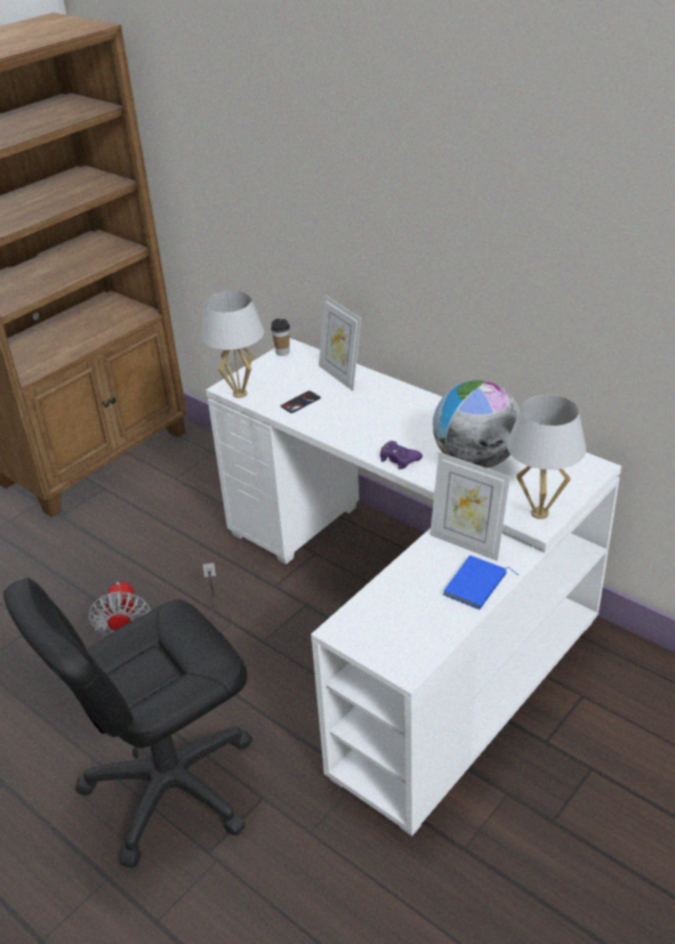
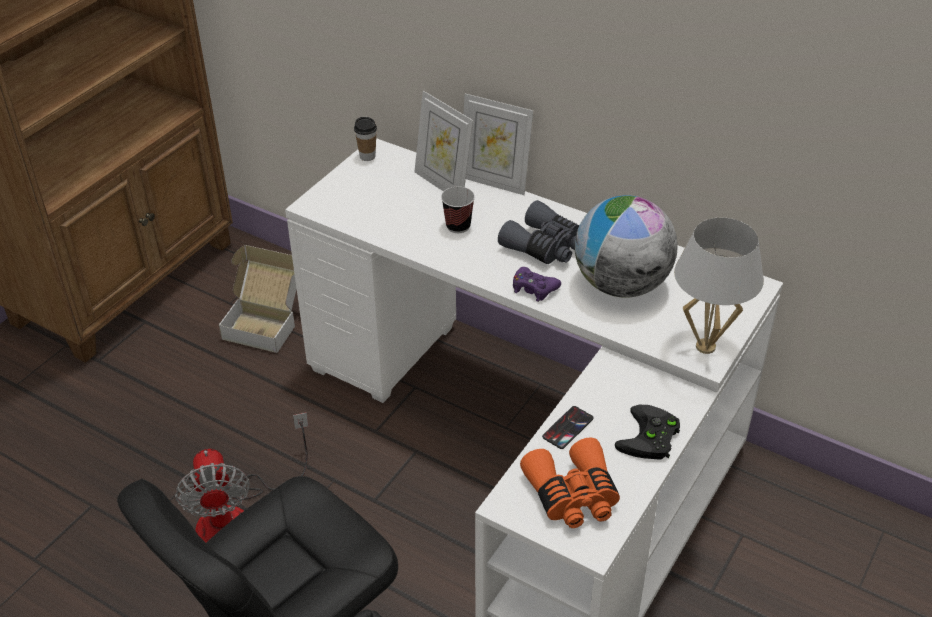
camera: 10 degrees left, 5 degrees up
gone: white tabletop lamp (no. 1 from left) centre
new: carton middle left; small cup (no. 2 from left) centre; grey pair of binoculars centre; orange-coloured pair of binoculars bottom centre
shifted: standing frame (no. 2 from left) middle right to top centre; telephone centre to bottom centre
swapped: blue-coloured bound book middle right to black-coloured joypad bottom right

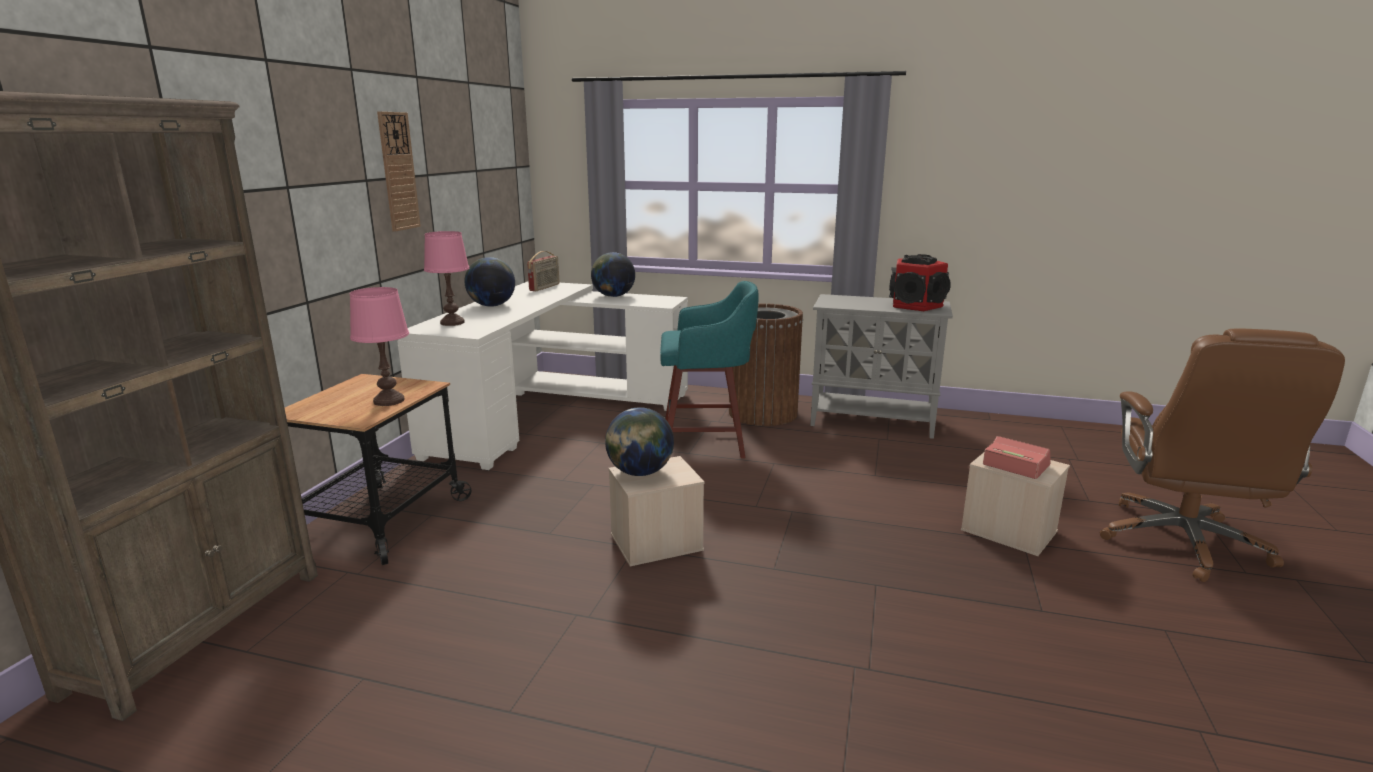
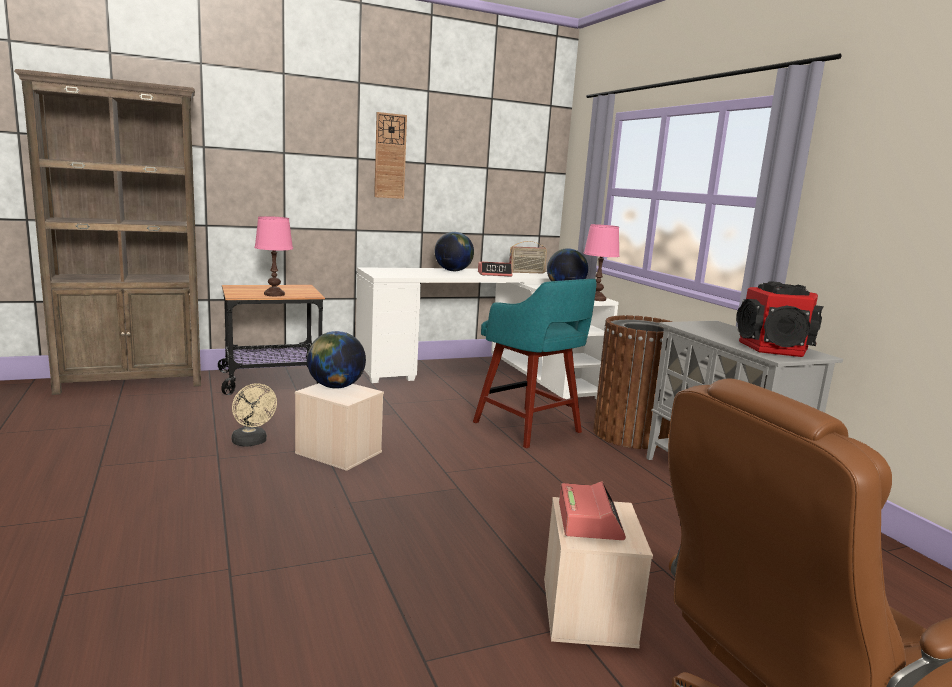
camera: 50 degrees right, 5 degrees down
new: beige-coloured electric fan middle left; table clock (no. 1 from left) centre
shifted: pink-coloured tabletop lamp (no. 2 from left) middle left to centre

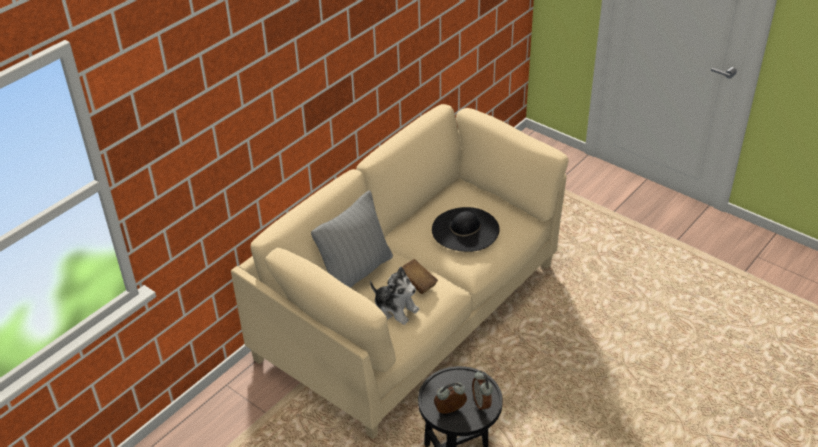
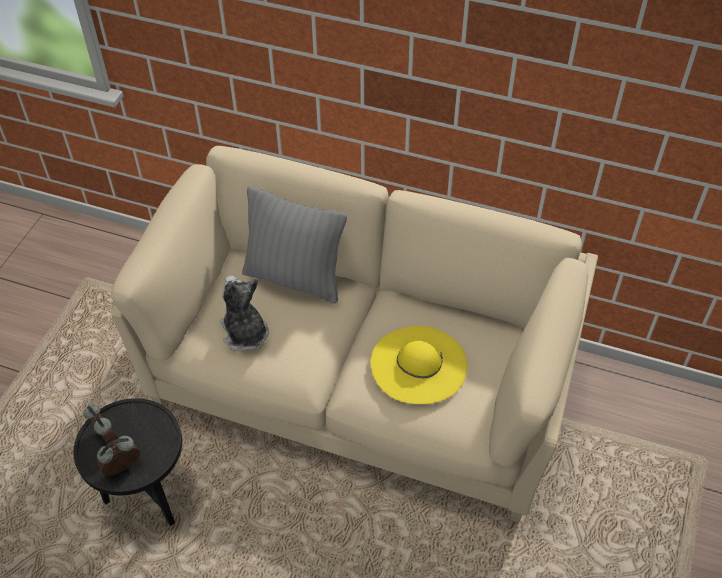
camera: 70 degrees right, 10 degrees up
gone: brown-coloured bound book centre
repainted: black-coloured wearable hat centre to yellow-coloured wearable hat centre
rotated: soft toy centre = centre 135 degrees clockwise

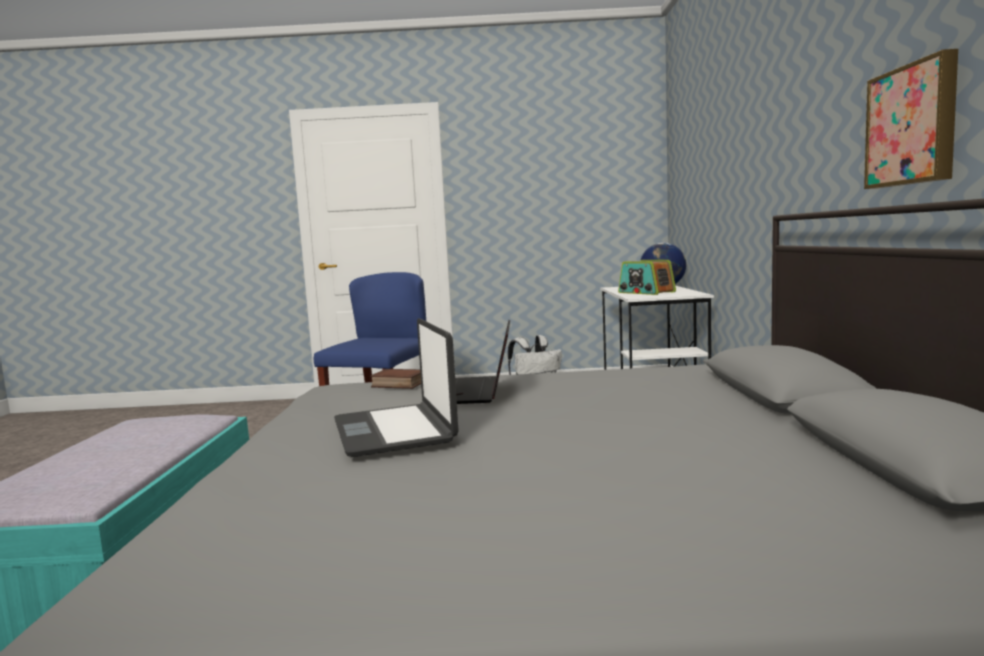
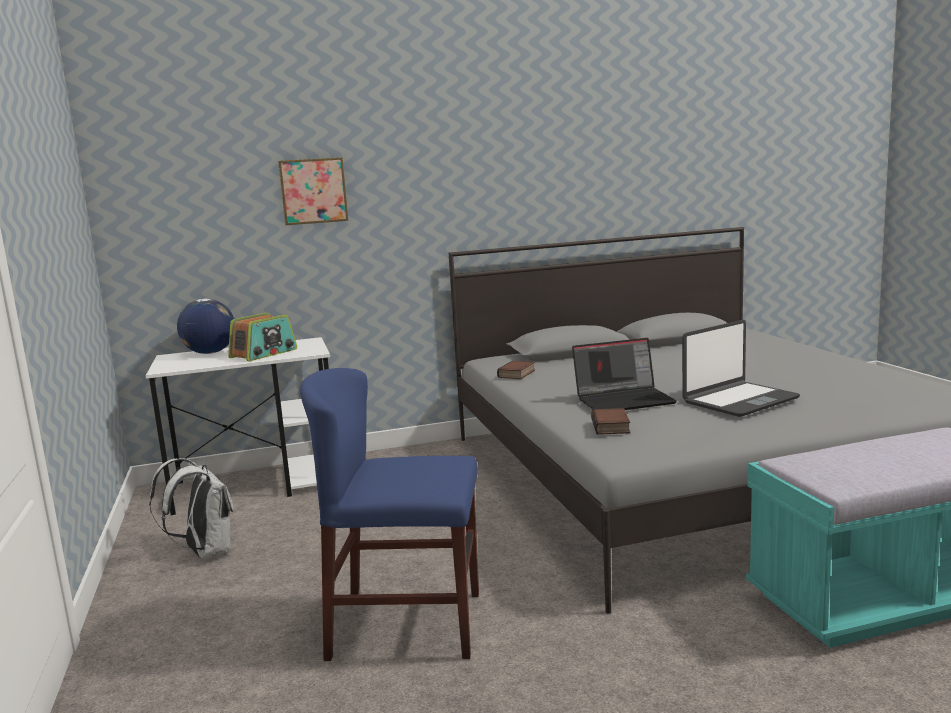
camera: 105 degrees left, 5 degrees up
new: bound book (no. 1 from left) centre
shifted: picture top right to top left

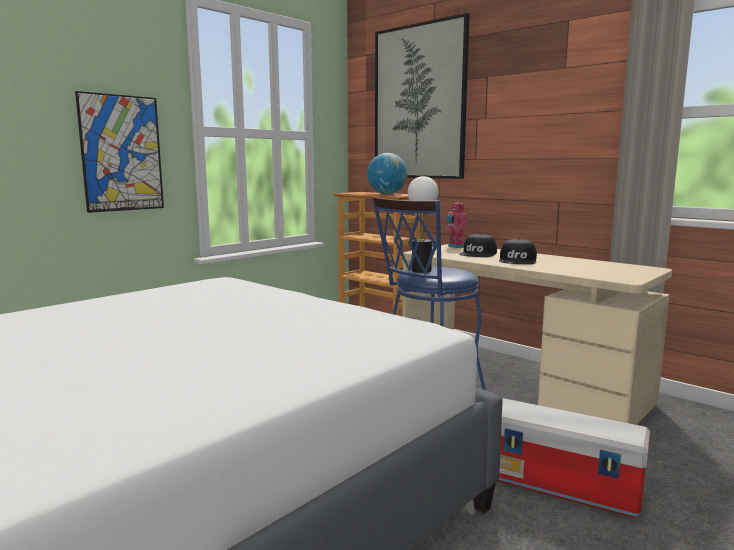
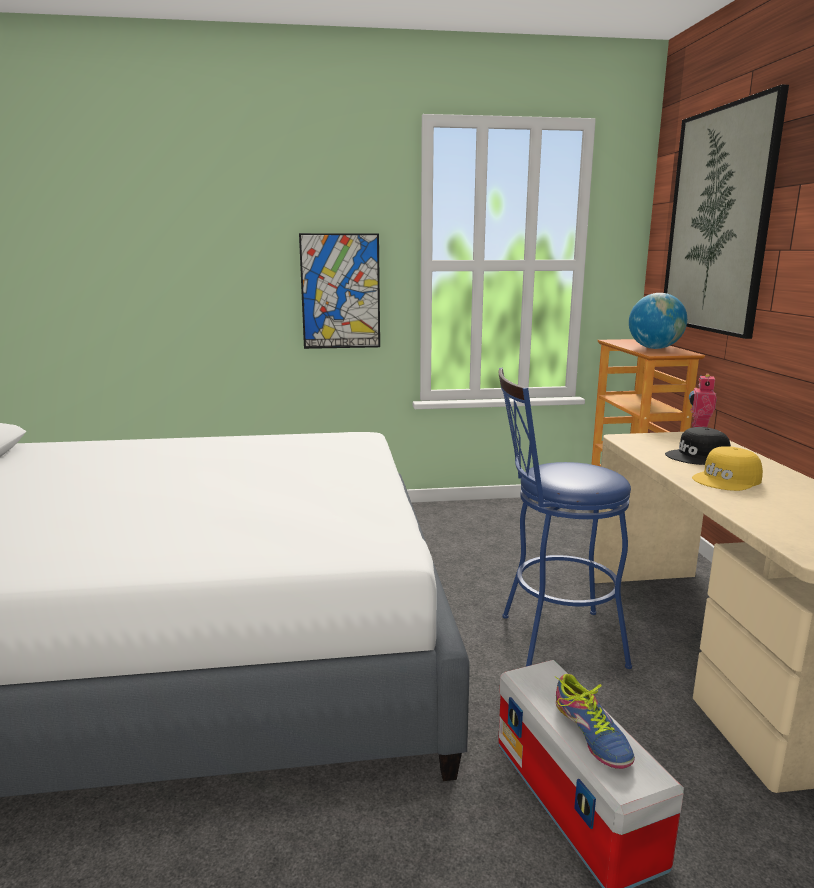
camera: 40 degrees right, 5 degrees up
gone: tabletop lamp centre
new: low shoe bottom right
repainted: black-coloured baseball cap (no. 2 from left) middle right to yellow-coloured baseball cap middle right

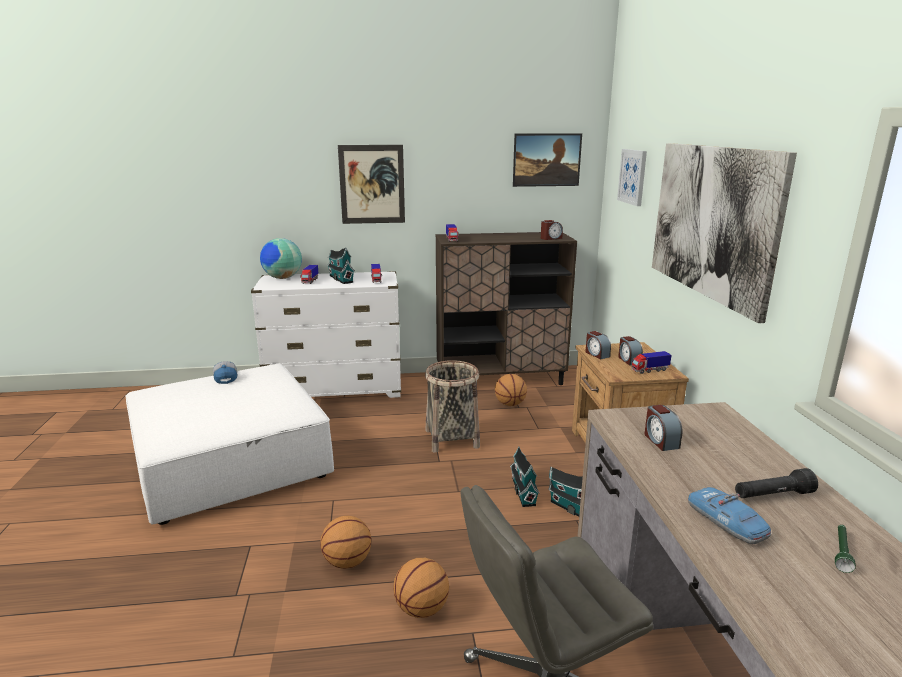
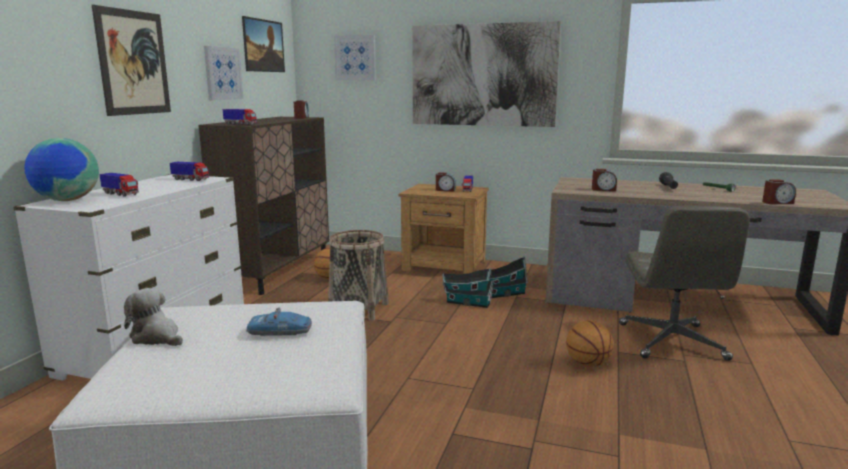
camera: 65 degrees left, 5 degrees down
gone: basketball ball (no. 1 from left) bottom centre; model house (no. 1 from left) centre
new: picture (no. 2 from left) top left
shifted: miniature car bottom right to bottom left; table clock (no. 2 from left in the first image) centre to table clock (no. 4 from left) middle right
swapped: baseball cap middle left to soft toy bottom left

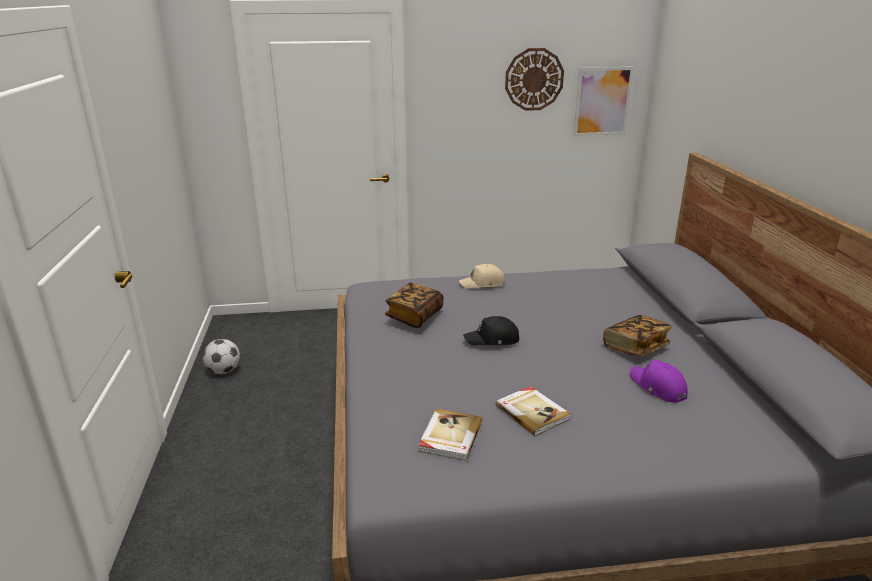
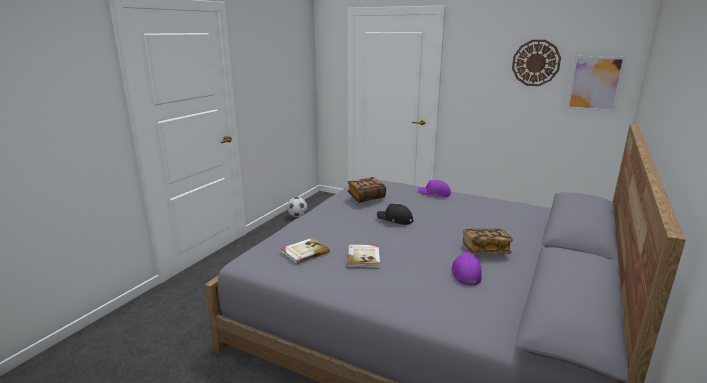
camera: 35 degrees right, 5 degrees down
repainted: beige-coloured baseball cap centre to purple baseball cap (no. 1 from left) centre

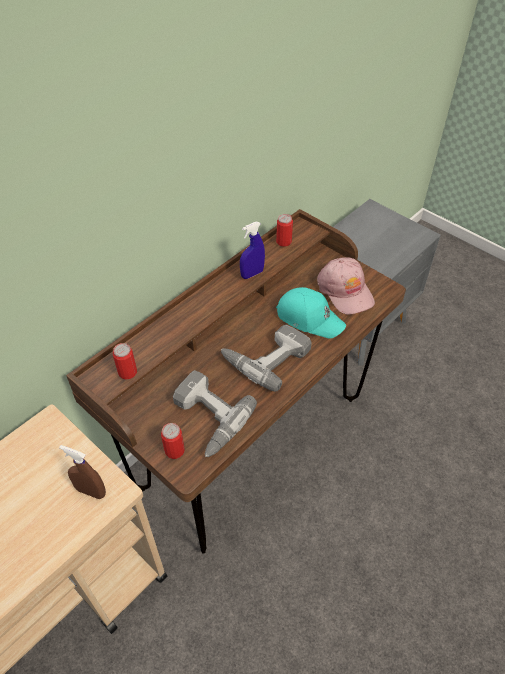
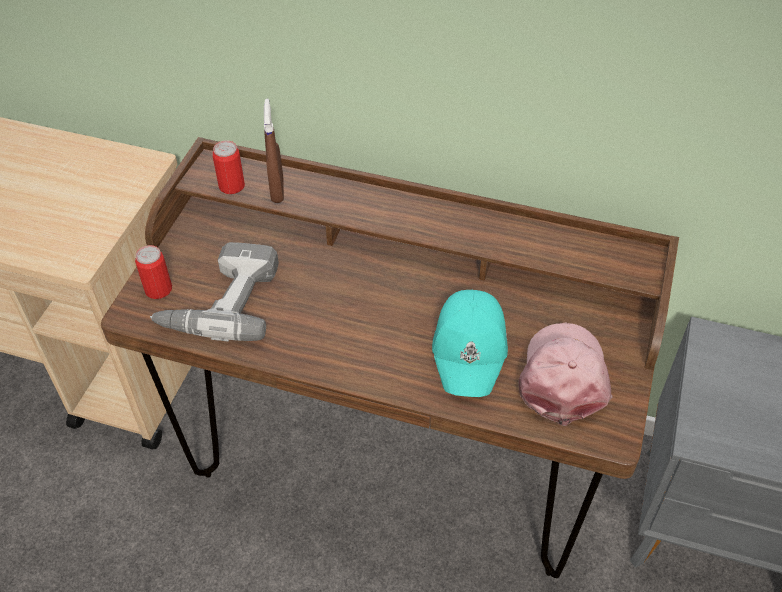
camera: 65 degrees right, 0 degrees up
gone: electric drill (no. 2 from left) centre; blue-coloured hand sprayer centre; can (no. 3 from left) centre
shifted: brown-coloured hand sprayer bottom left to top centre
rotated: pink-coloured baseball cap middle right = middle right 150 degrees clockwise

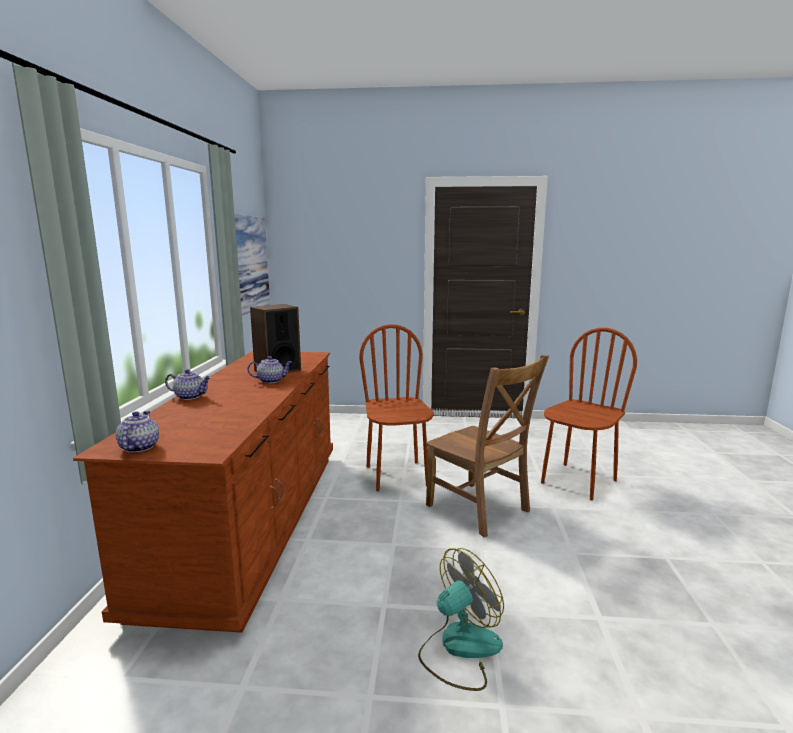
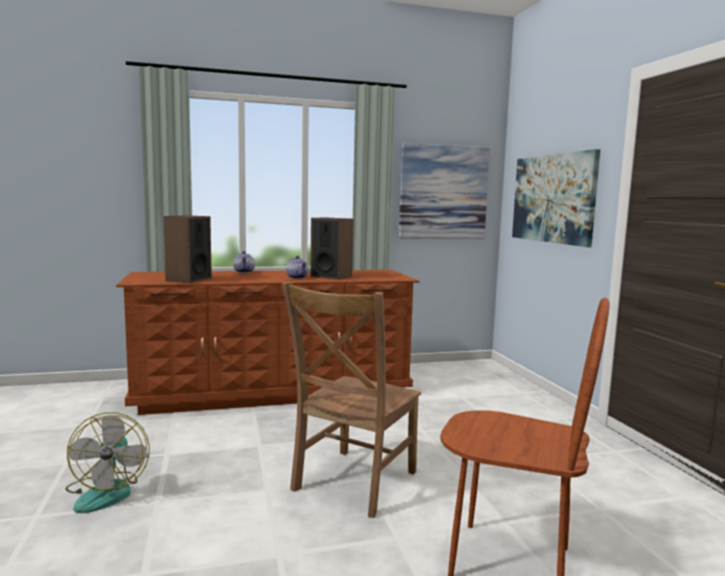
camera: 70 degrees right, 5 degrees down
gone: tea pot (no. 1 from left) middle left; brown-coloured chair (no. 1 from left) centre
new: speaker (no. 1 from left) middle left; picture (no. 2 from left) middle right
rotated: electric fan bottom centre = bottom left 45 degrees clockwise

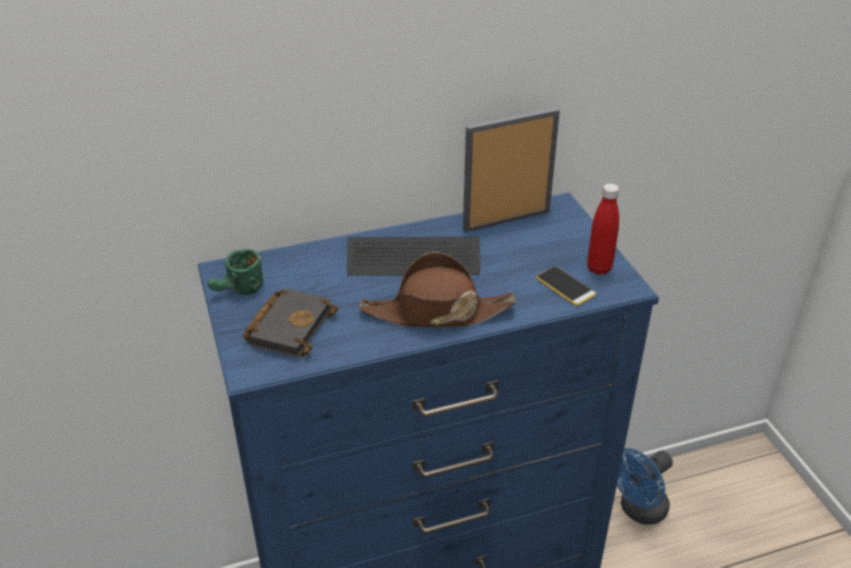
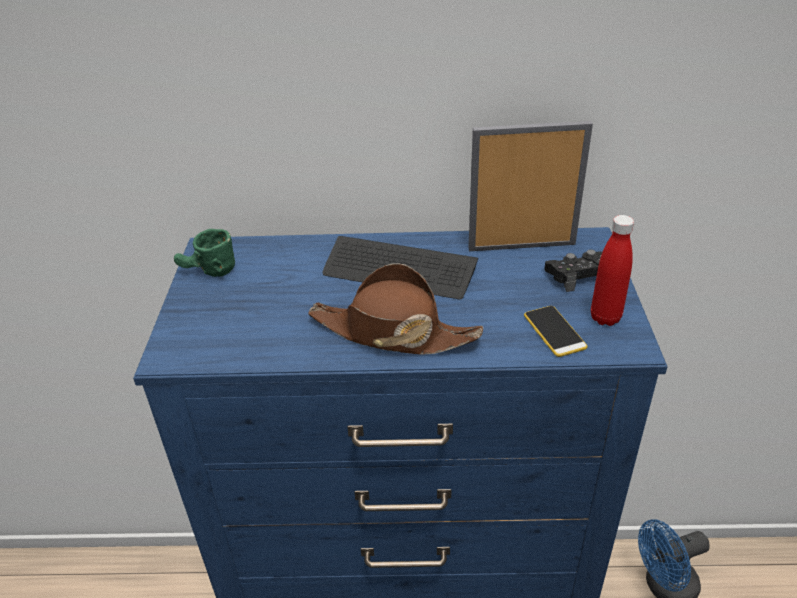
camera: 20 degrees right, 0 degrees up
gone: black-coloured bound book centre
new: black-coloured joypad middle right

